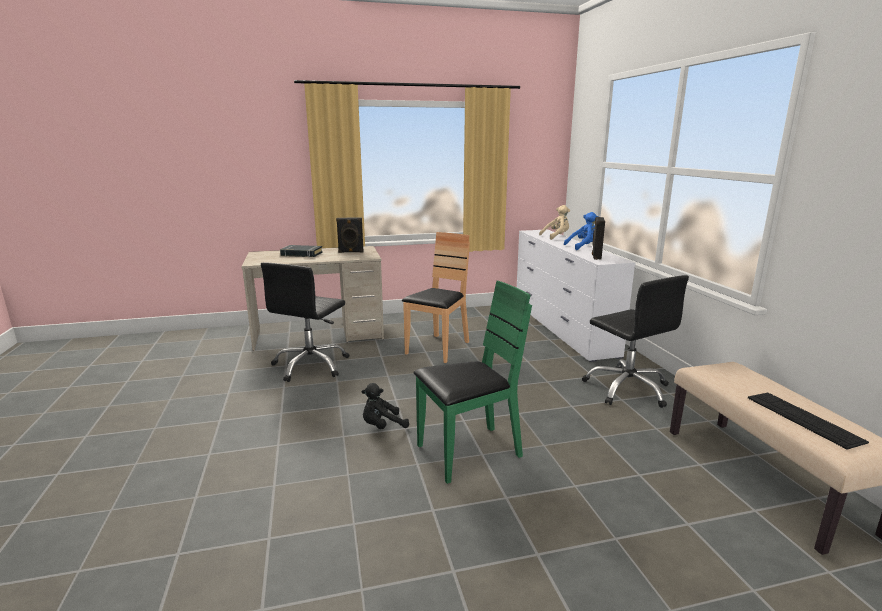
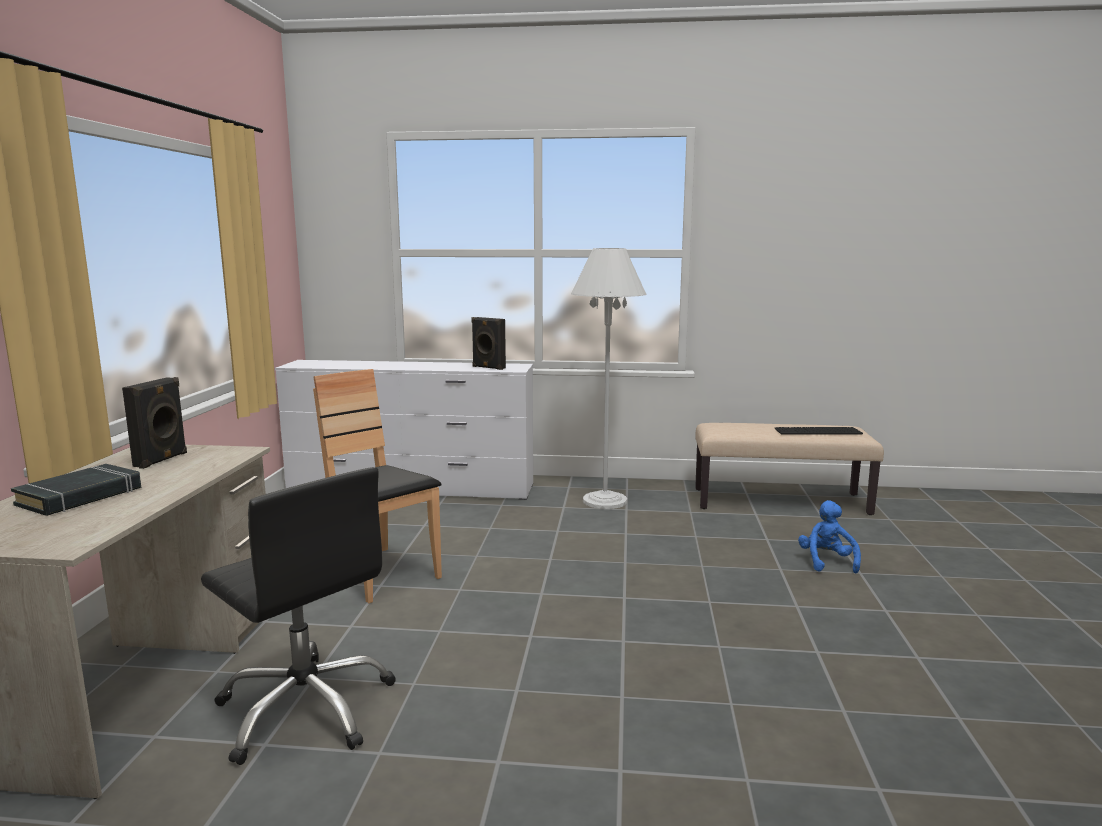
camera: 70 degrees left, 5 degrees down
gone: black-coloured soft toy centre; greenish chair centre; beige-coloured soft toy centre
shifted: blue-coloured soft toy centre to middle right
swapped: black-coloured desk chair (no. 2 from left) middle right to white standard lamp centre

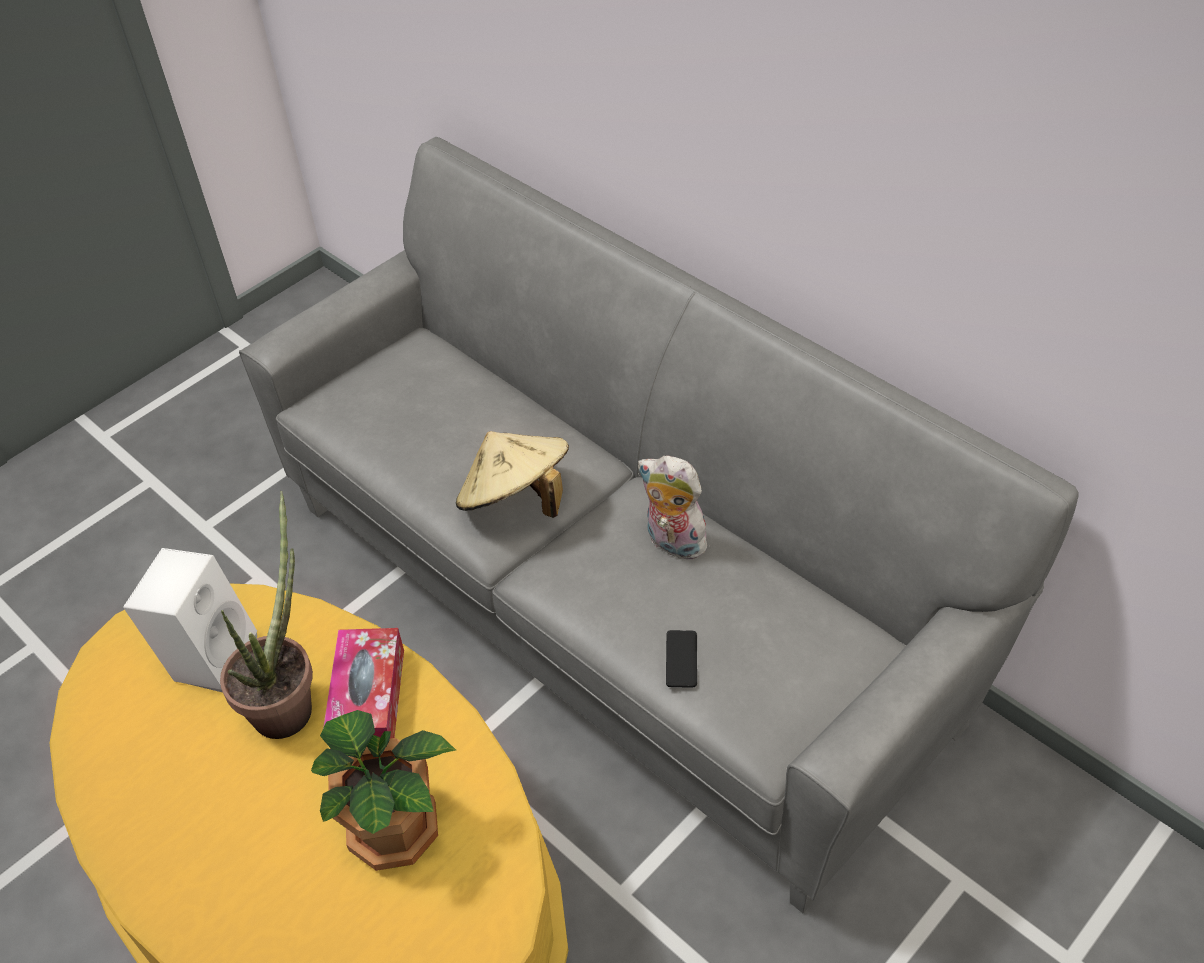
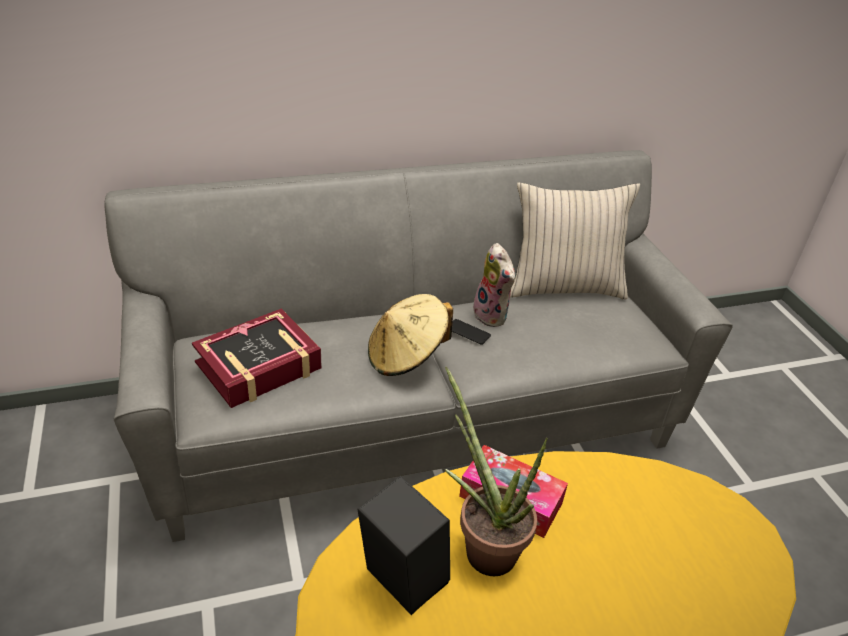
camera: 65 degrees left, 10 degrees down
gone: houseplant (no. 2 from left) bottom left
new: bound book middle left; beige-coloured cushion middle right
shifted: telephone bottom centre to centre
repainted: white speaker middle left to black-coloured speaker bottom centre
rotated: soft toy centre = centre 90 degrees counterclockwise

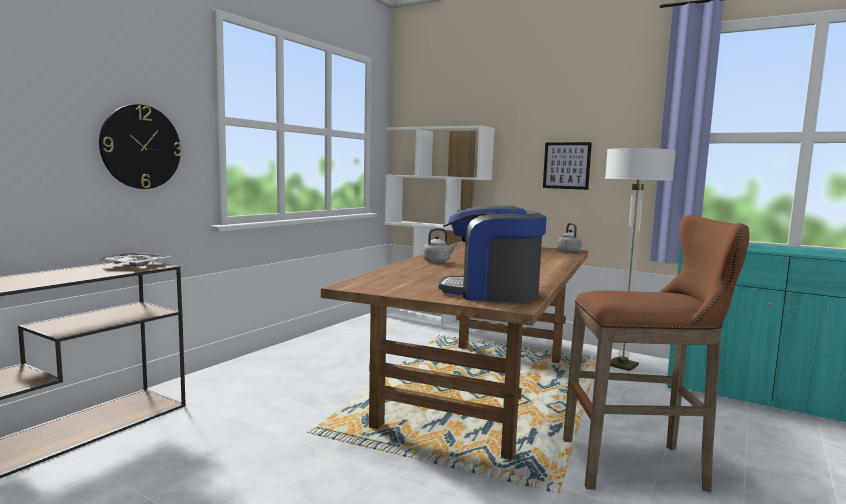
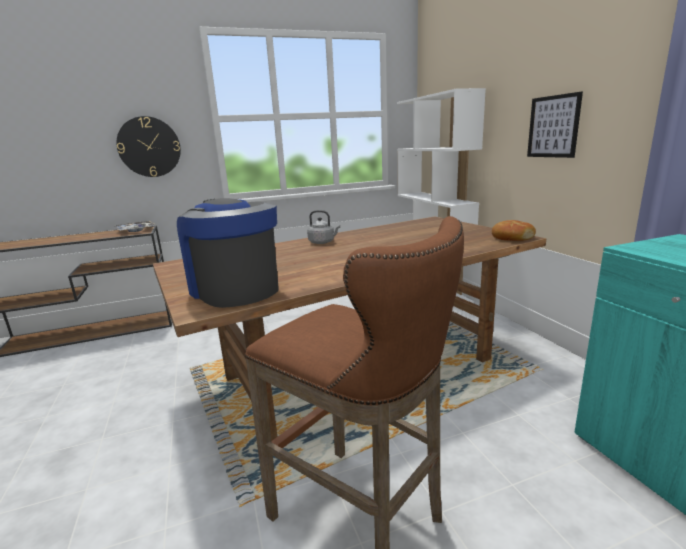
camera: 40 degrees right, 10 degrees up
gone: standard lamp middle right
swapped: grey water kettle (no. 2 from left) middle right to bread middle right

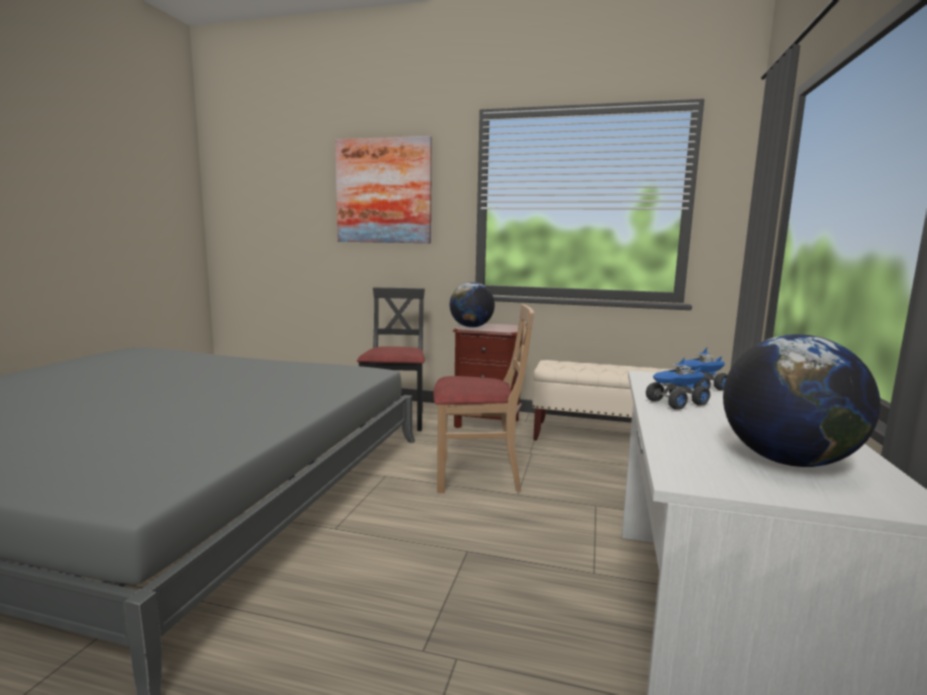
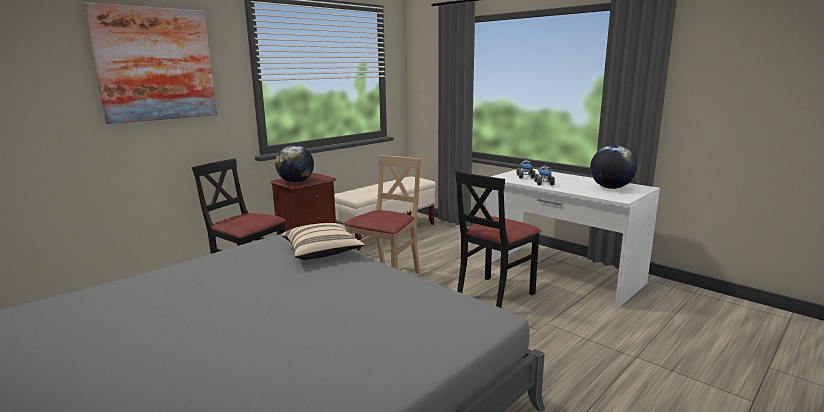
camera: 60 degrees left, 5 degrees up
new: beige-coloured cushion centre; black-coloured chair (no. 2 from left) centre

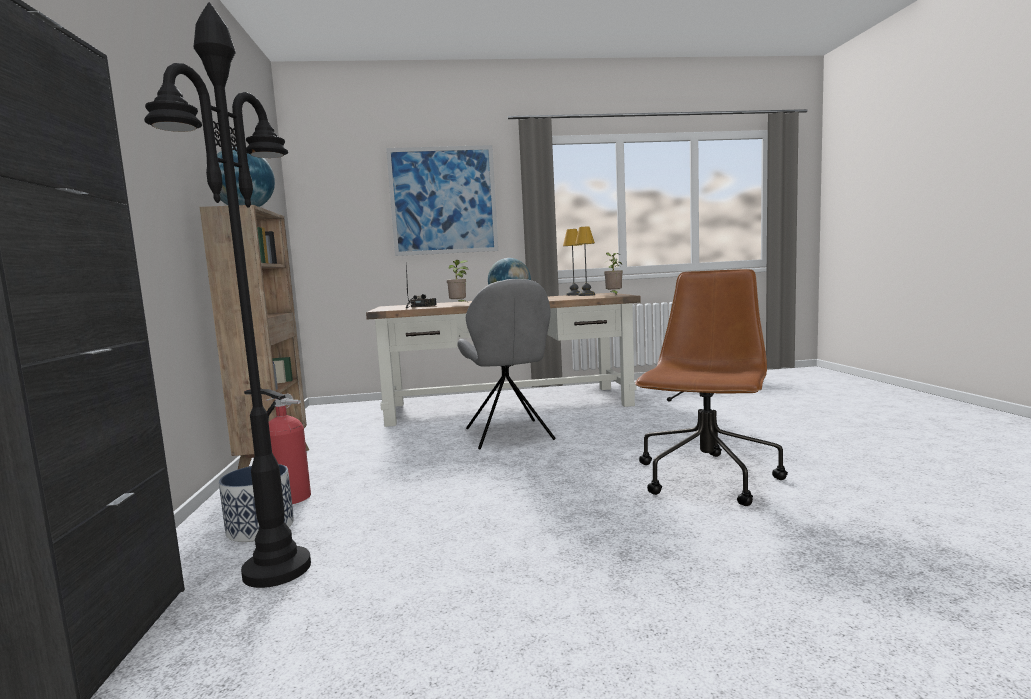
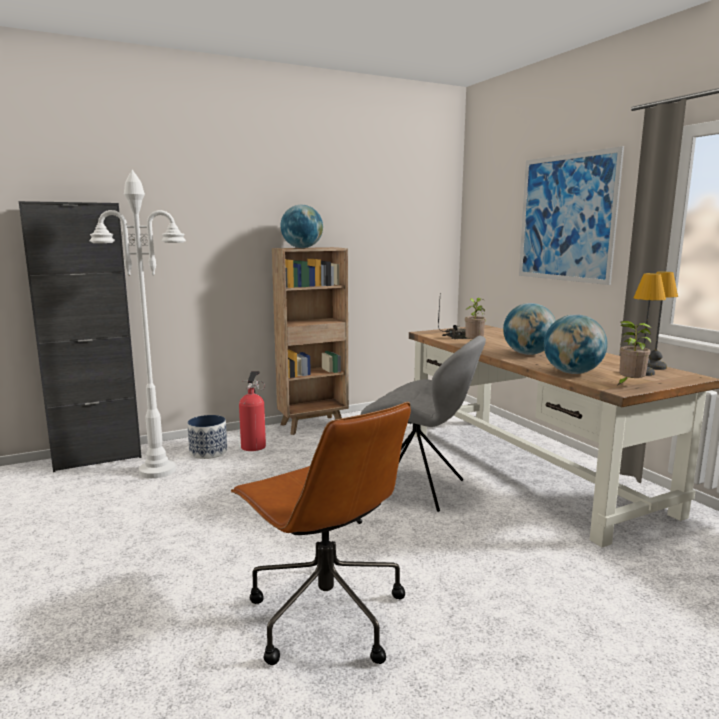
camera: 70 degrees right, 5 degrees up
new: world globe (no. 3 from left) middle right
repainted: black-coloured standard lamp middle left to white standard lamp middle left
rotated: brown-coloured desk chair middle right = bottom centre 45 degrees clockwise; grey chair centre = centre 120 degrees counterclockwise

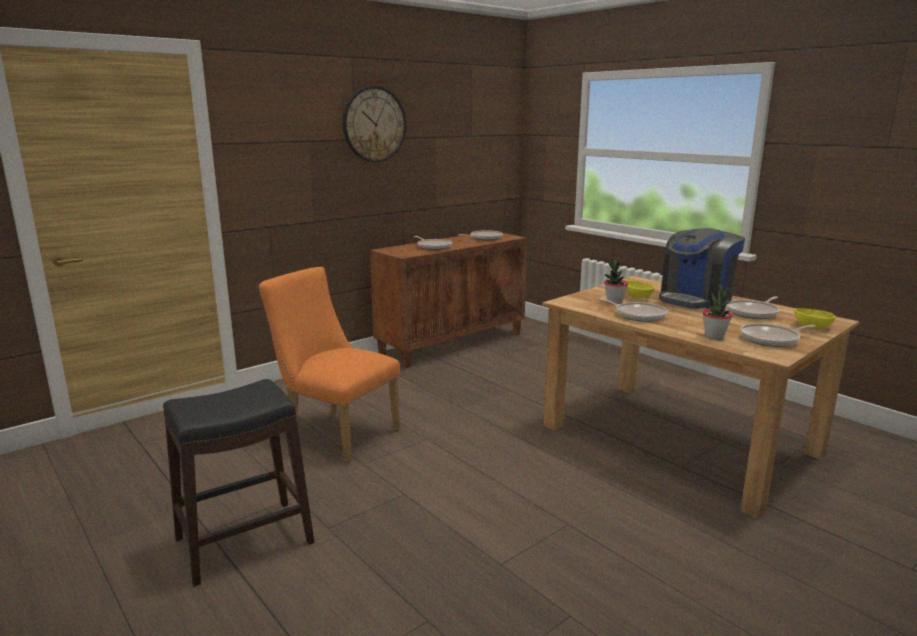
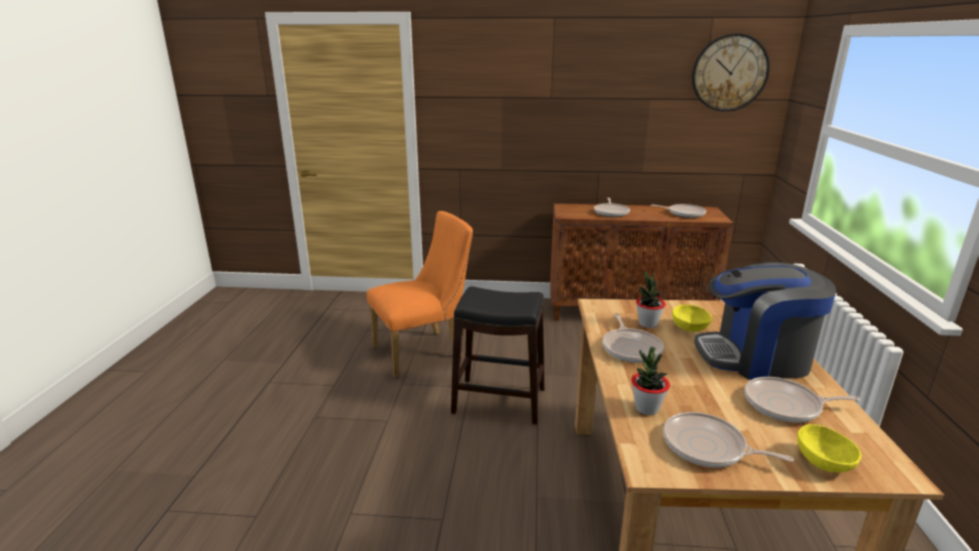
camera: 45 degrees right, 5 degrees up
shifted: black-coloured stool seat bottom left to centre; hanging clock top centre to top right
rotated: orange-coloured chair centre = centre 75 degrees clockwise

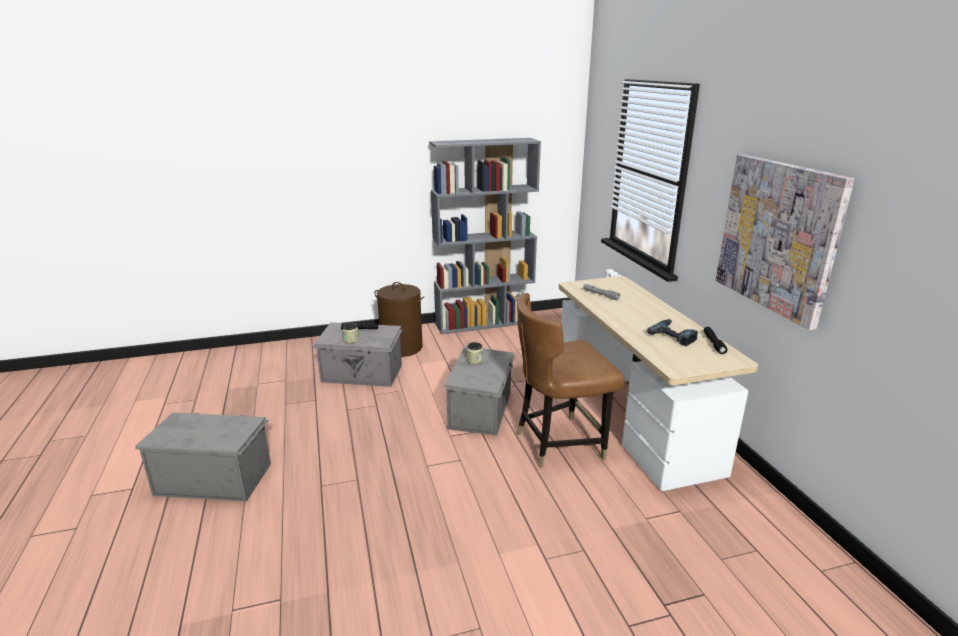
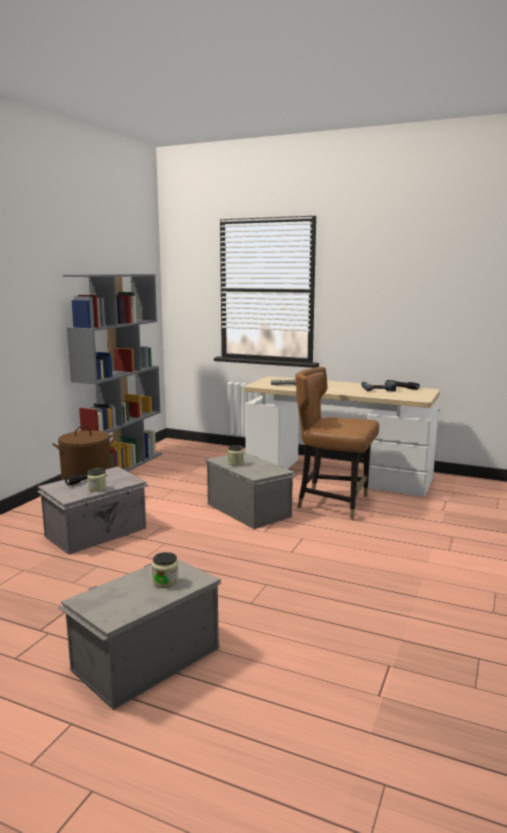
camera: 50 degrees left, 10 degrees down
gone: picture middle right
new: jar (no. 2 from left) bottom left
rotated: brown-coloured chair centre = centre 90 degrees clockwise

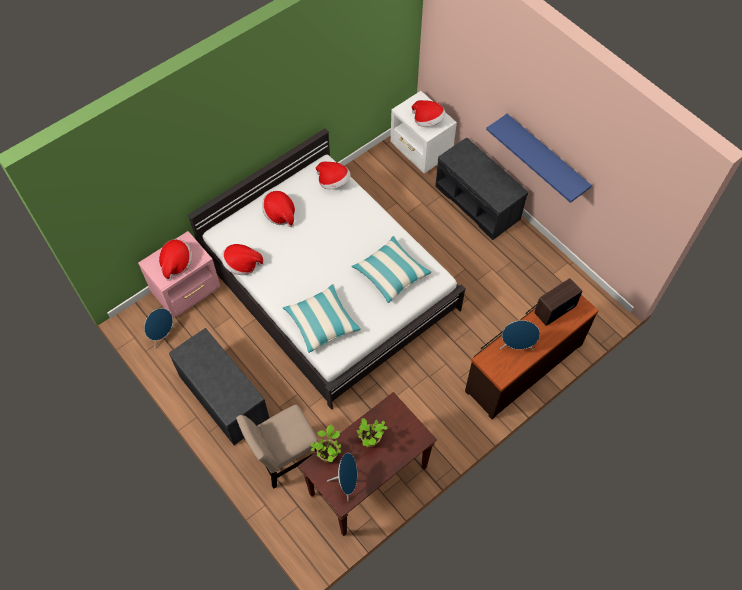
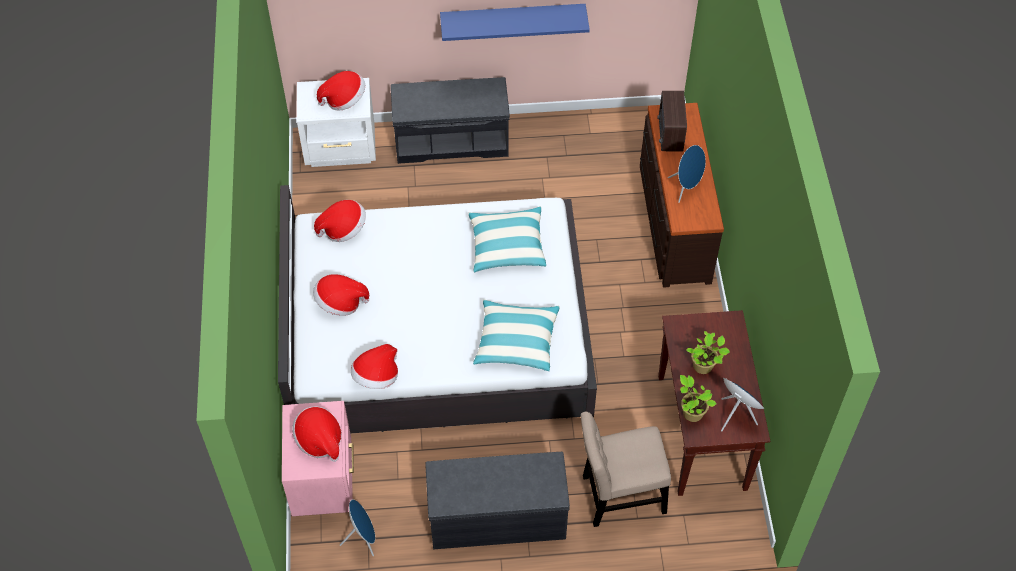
camera: 55 degrees left, 5 degrees down
rotated: beige-coloured chair bottom centre = bottom centre 75 degrees clockwise

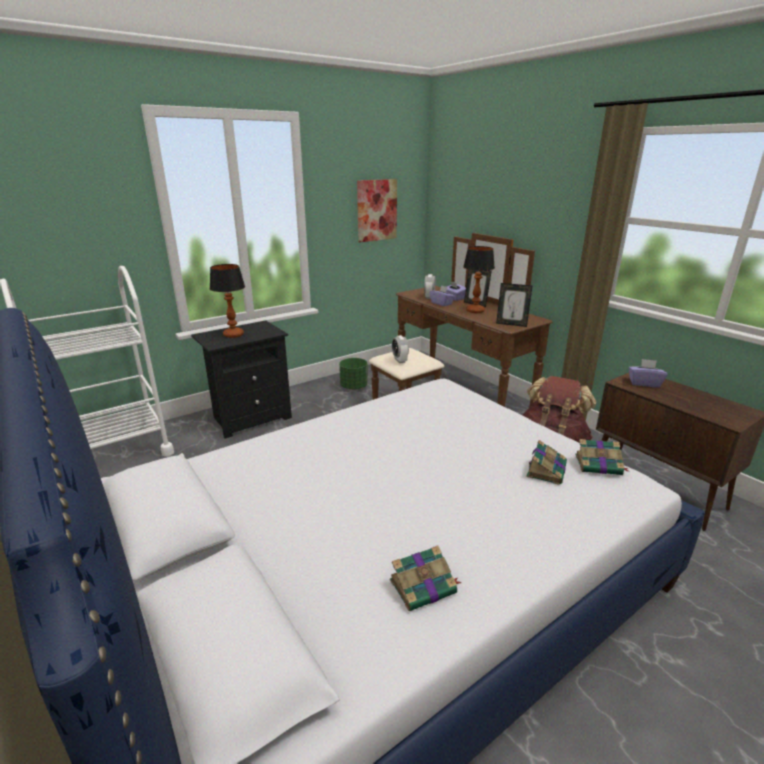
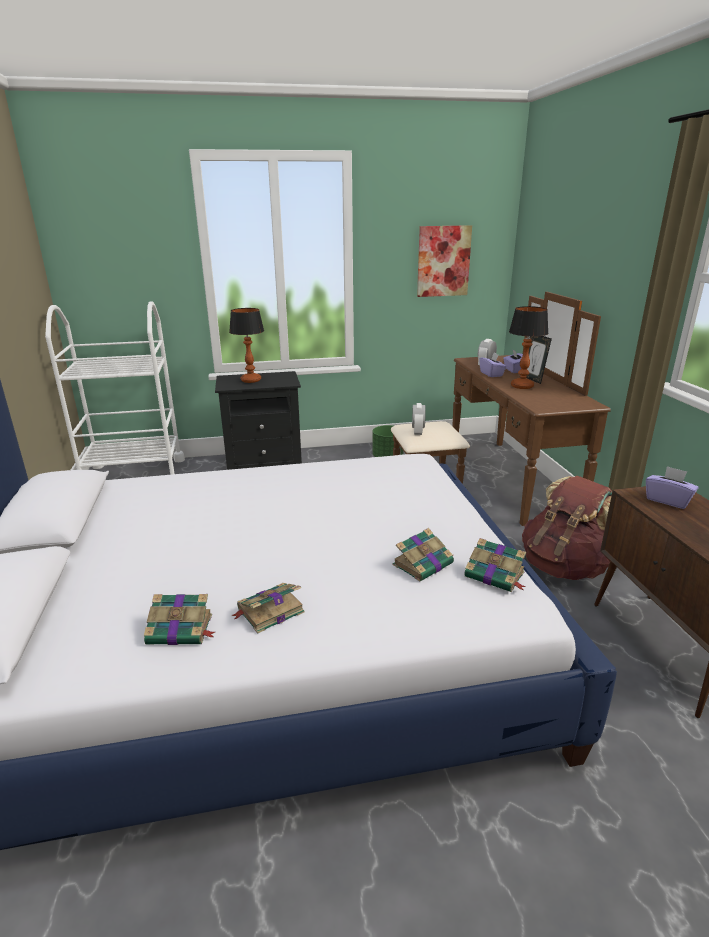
camera: 25 degrees right, 0 degrees up
gone: standing frame (no. 2 from left) middle right
new: bound book (no. 2 from left) centre

